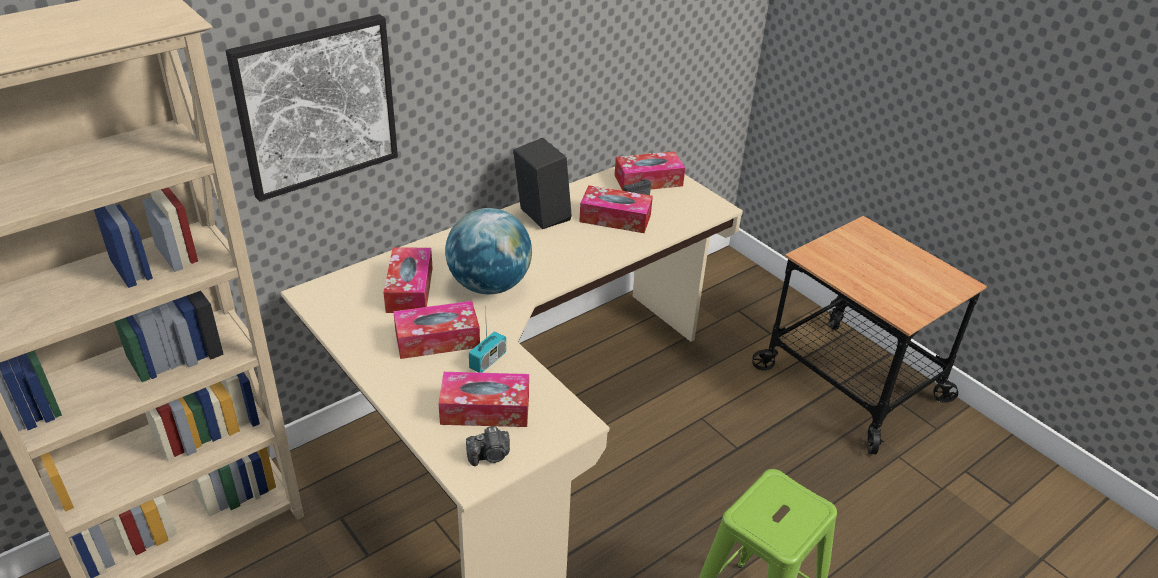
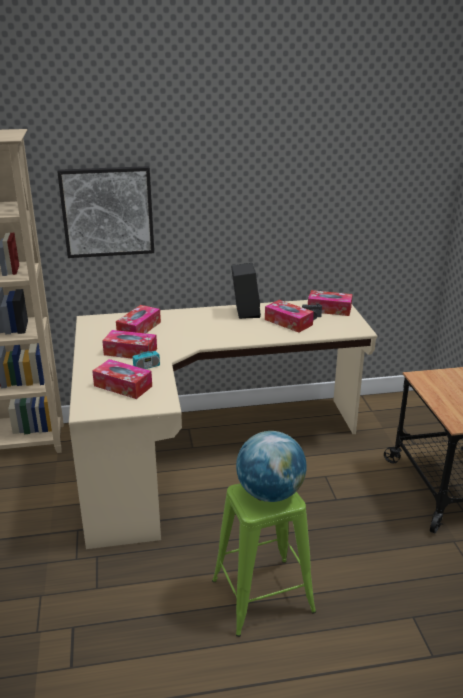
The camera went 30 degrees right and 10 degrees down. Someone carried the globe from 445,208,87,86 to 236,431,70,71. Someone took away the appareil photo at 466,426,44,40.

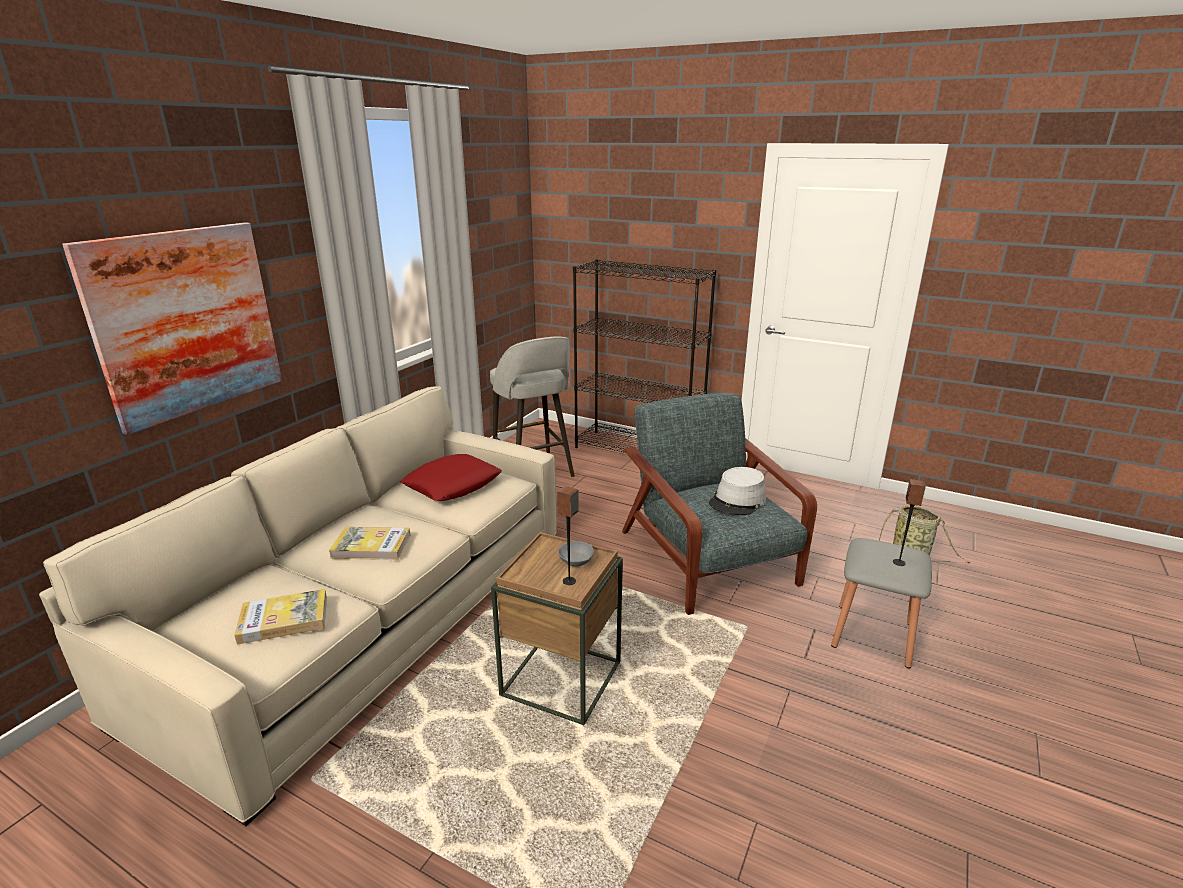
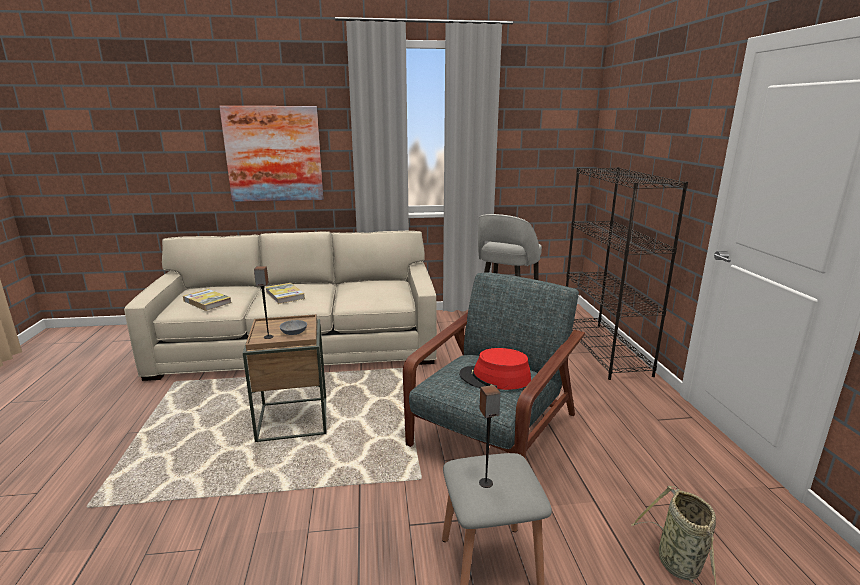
The camera went 55 degrees right and 5 degrees down. Someone took away the coussin (rouge) at 400,454,102,47. Someone repainted the chapeau (gris) at 709,467,57,48, which became the chapeau (rouge) at 459,348,72,42.

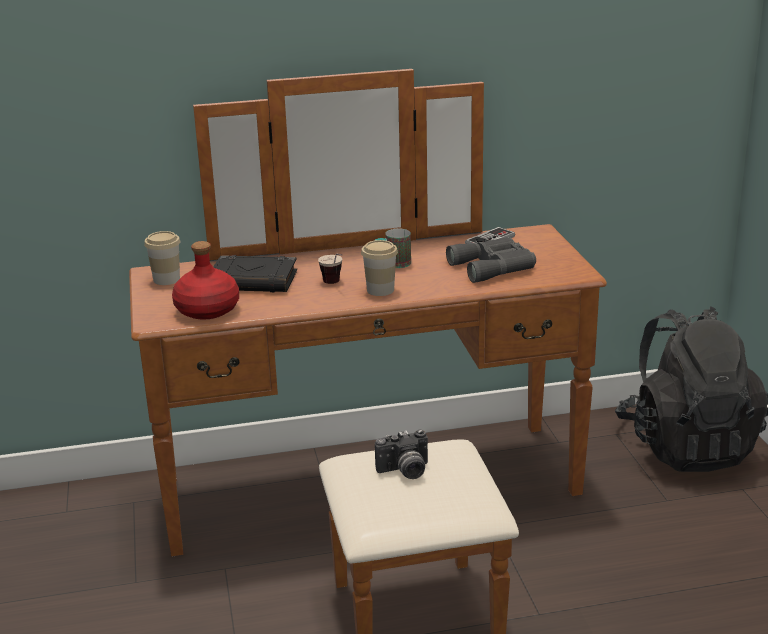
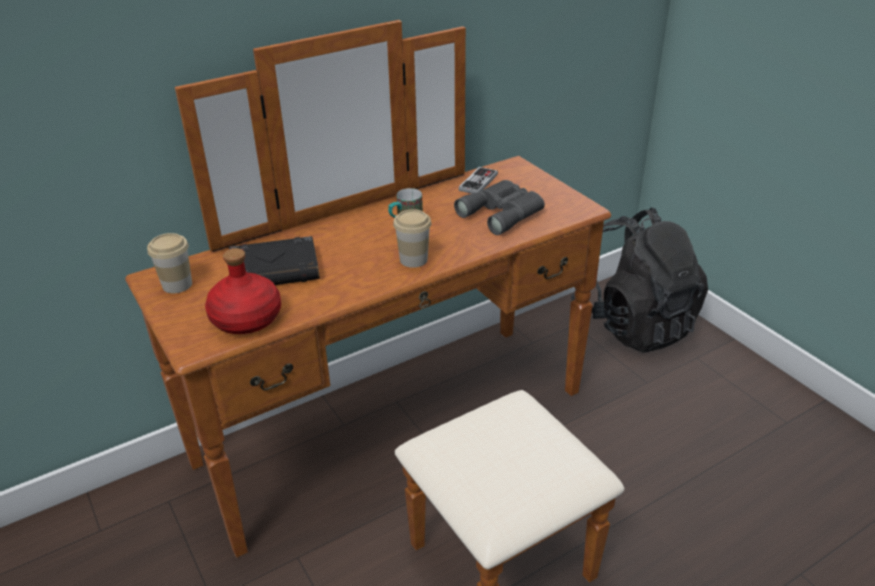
The camera went 20 degrees left and 10 degrees up. Someone took away the tasse at 318,254,24,30. Someone took away the appareil photo at 375,429,53,50.

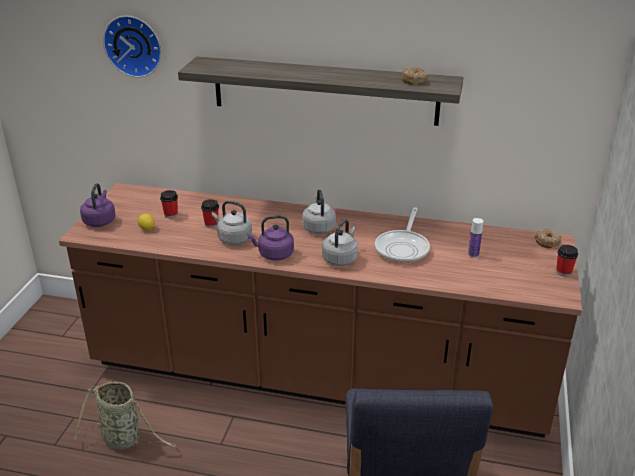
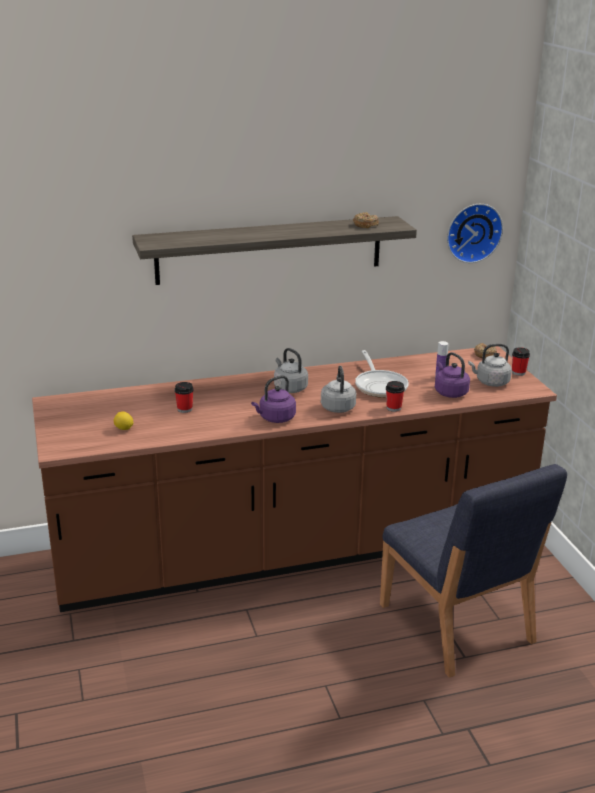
The camera went 30 degrees left and 5 degrees down. Someone carried the horloge murale from 103,16,59,61 to 447,204,56,59. Someone carried the bouilloire (violet) from 80,183,35,44 to 435,352,35,46. Someone carried the tasse from 160,190,18,28 to 386,381,19,31. Someone carried the bouilloire (gris) from 212,201,40,44 to 468,344,44,43. Someone took away the panier at 75,381,101,69.

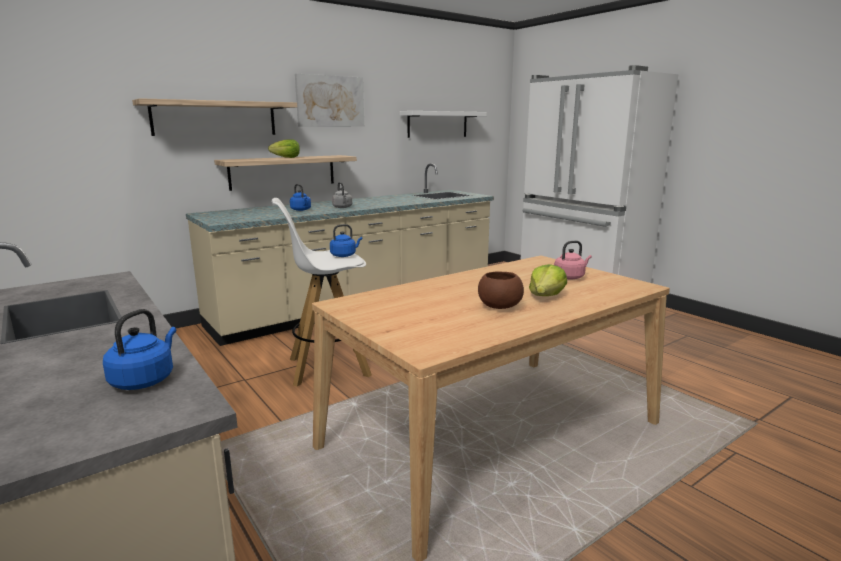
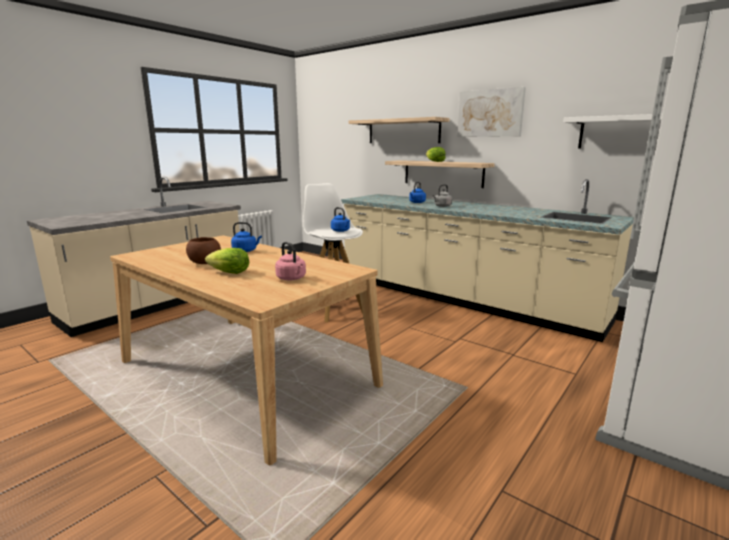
The camera went 75 degrees right and 0 degrees up. Someone carried the bouilloire (bleu) from 103,309,73,81 to 231,222,31,30.

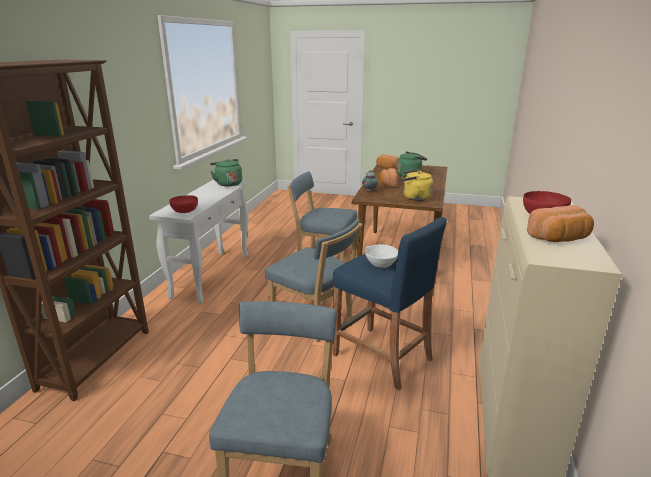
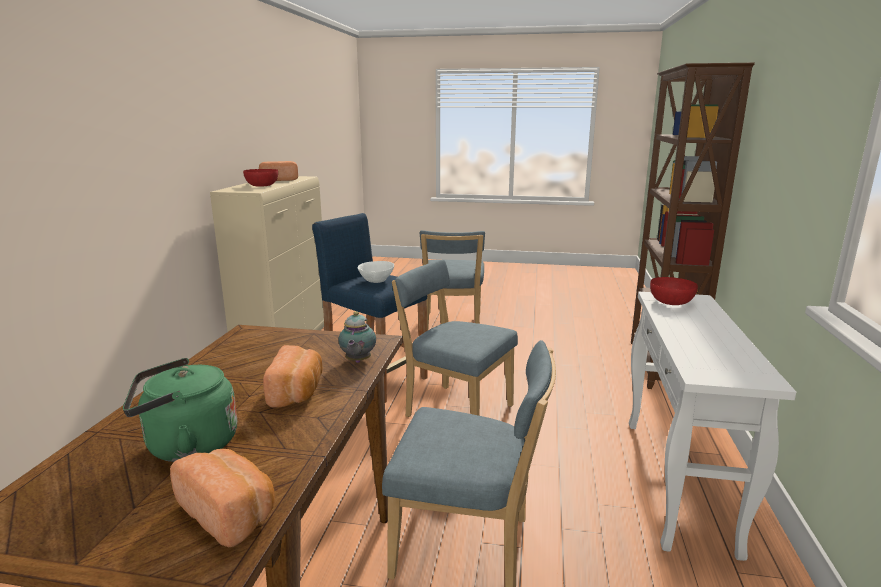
The camera went 175 degrees right and 5 degrees down. Someone took away the bouilloire (vert) at 210,159,32,28. Someone took away the bouilloire (jaune) at 402,169,31,32.

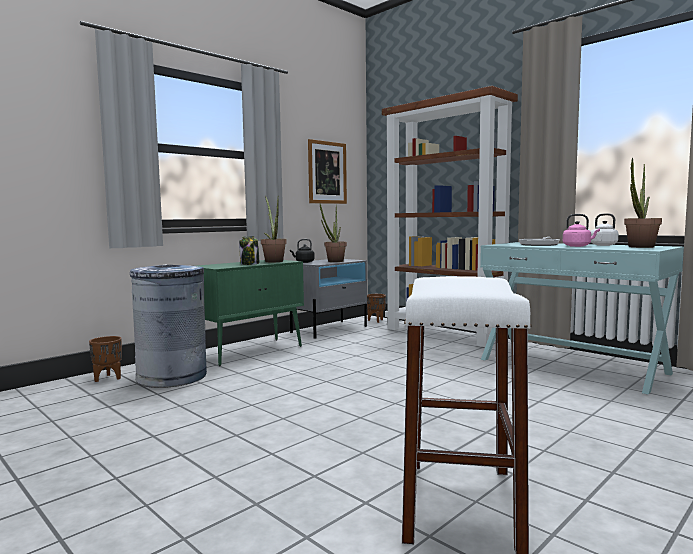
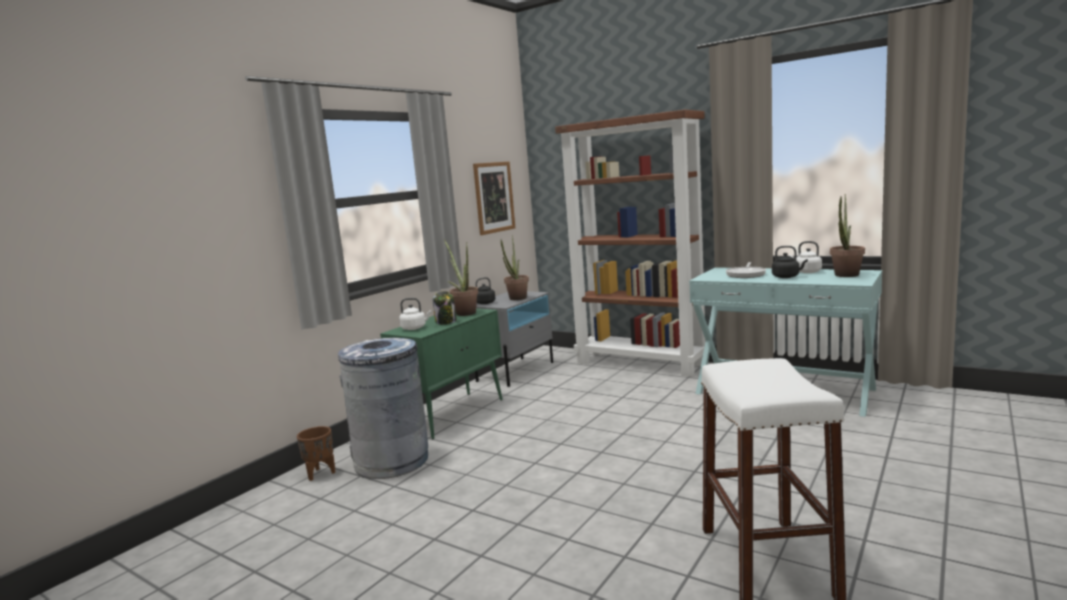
The camera went 10 degrees left and 5 degrees up. Someone repainted the bouilloire (rose) at 563,214,37,33, which became the bouilloire (noir) at 772,246,36,32. Someone took away the cache-pot (marron) at 367,294,19,29. Someone put down the bouilloire (blanc) at 399,298,32,32.

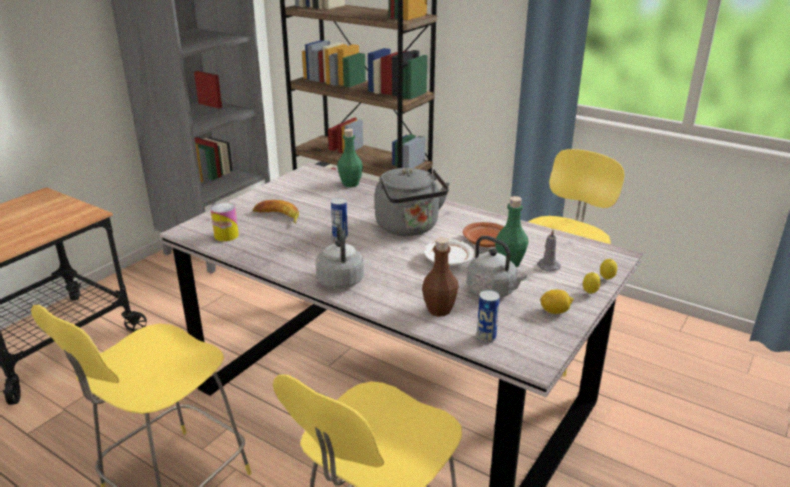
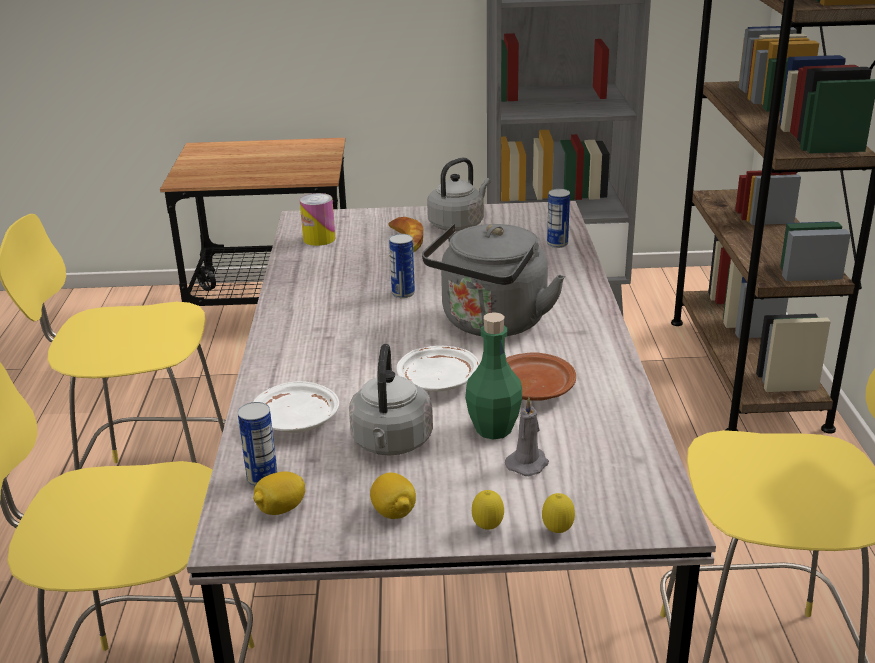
The camera went 55 degrees right and 0 degrees up. Someone swapped the bouteille (vert) at 337,129,26,58 for the boîte métallique at 547,189,23,59. Someone carried the bouilloire (gris) from 315,225,49,64 to 427,157,64,74. Someone swapped the bouteille (marron) at 422,237,37,80 for the assiette (blanc) at 253,381,86,52. Someone put down the citron at 253,471,52,44.

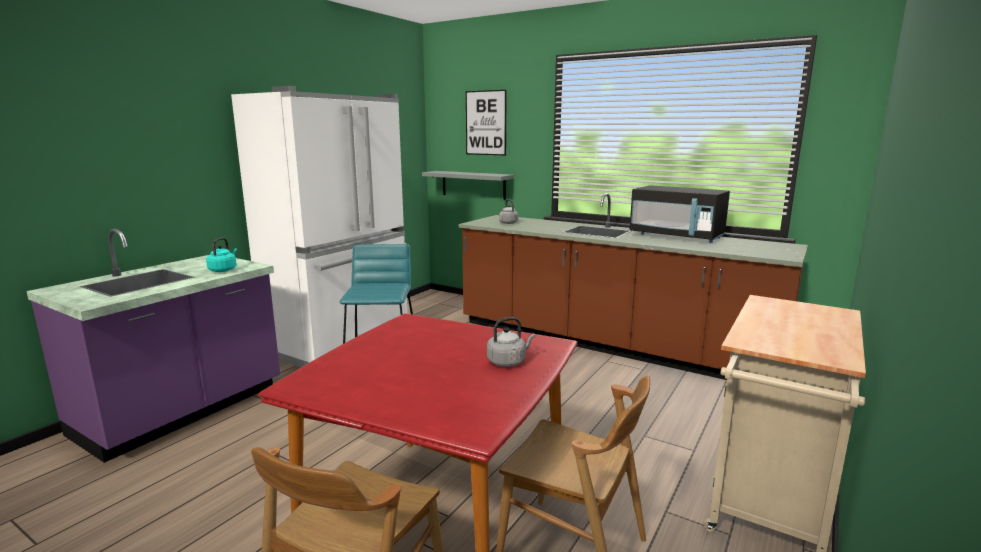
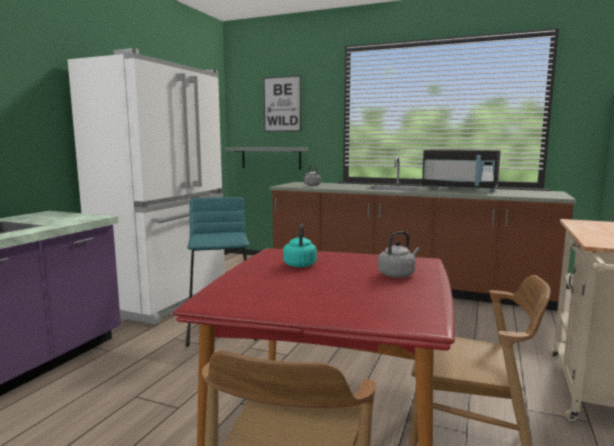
The camera went 10 degrees left and 5 degrees down. Someone carried the bouilloire (turquoise) from 206,238,31,34 to 283,224,34,43.

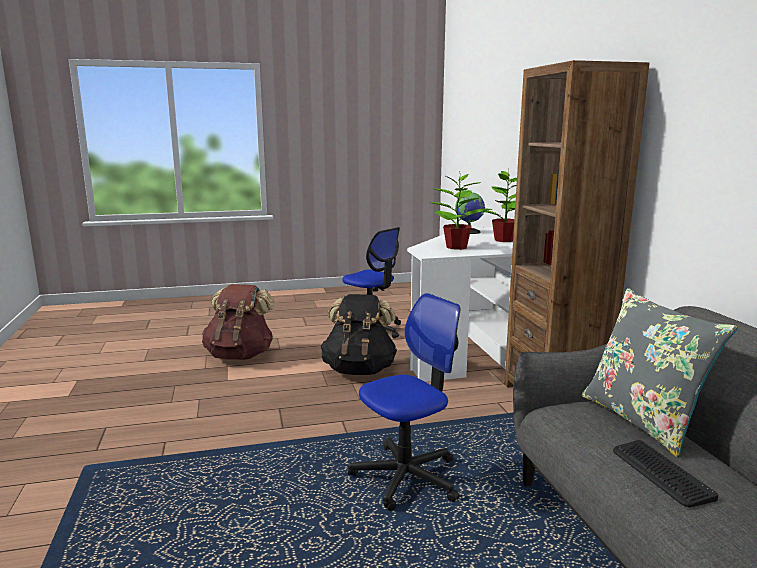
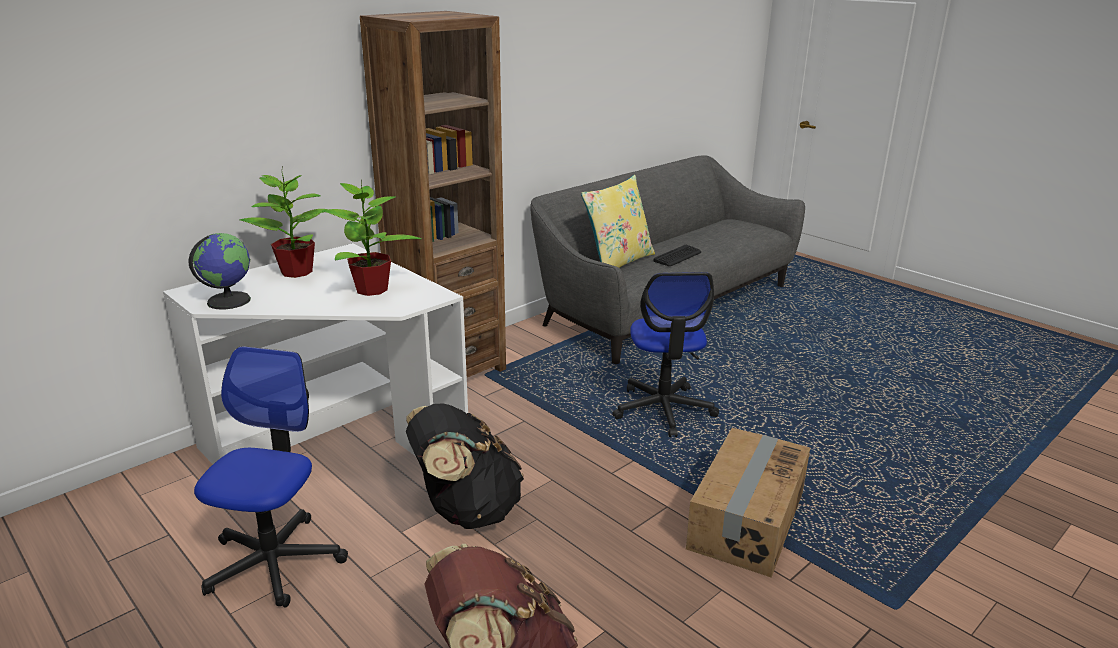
The camera went 120 degrees left and 10 degrees up. Someone repainted the coussin (gris) at 582,288,156,169, which became the coussin (jaune) at 581,175,74,93. Someone rotated the chaise de bureau at 348,293,112,218 by 120 degrees counterclockwise. Someone put down the carton at 686,428,124,150.

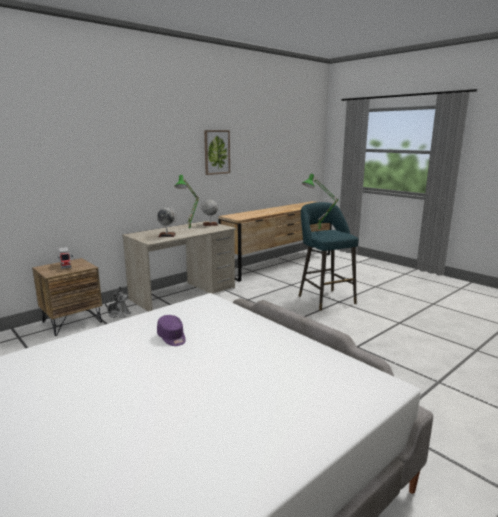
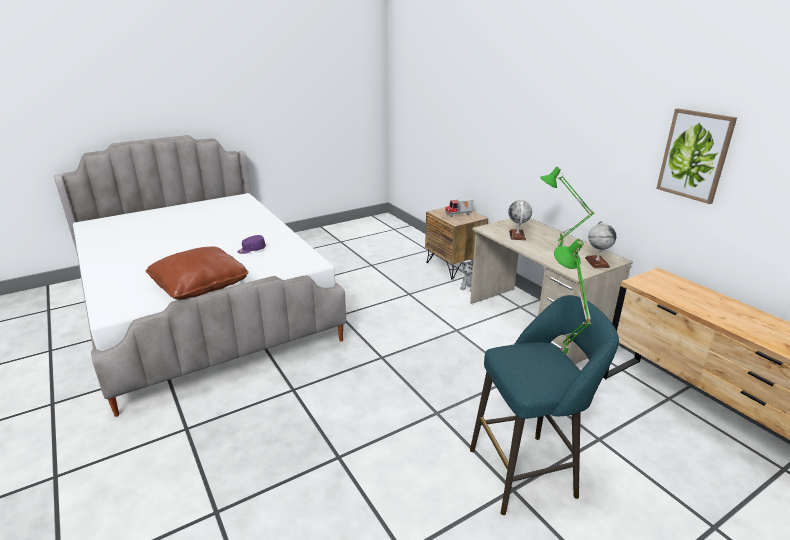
The camera went 100 degrees right and 10 degrees up. Someone put down the coussin (marron) at 146,247,103,53.

